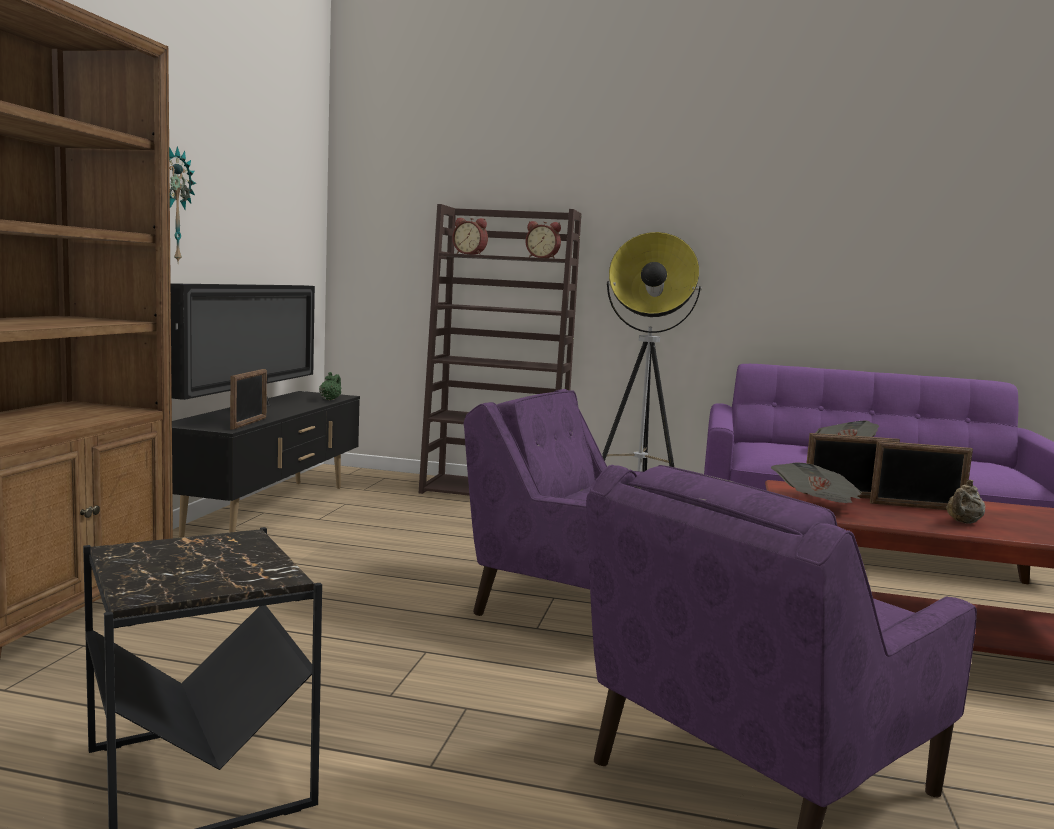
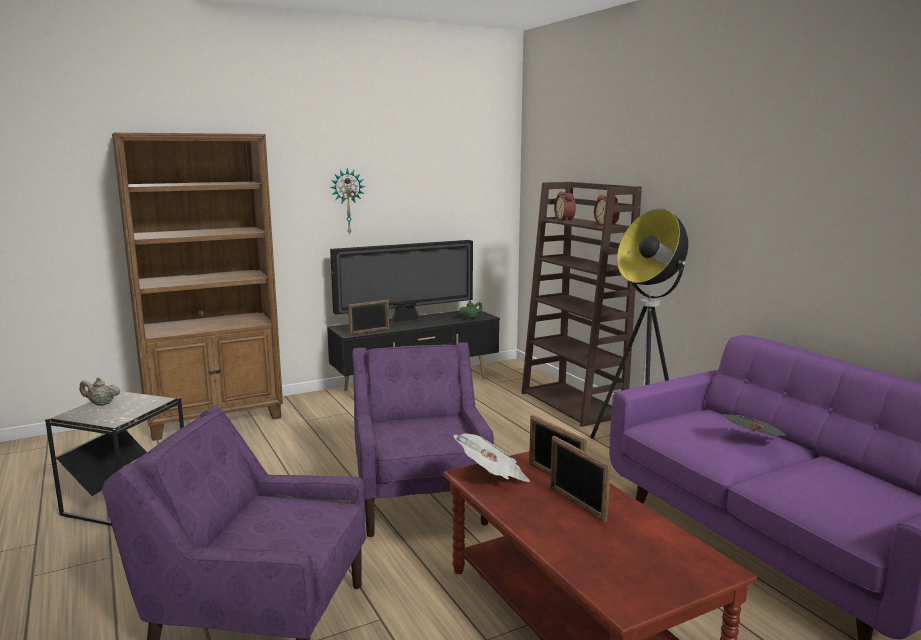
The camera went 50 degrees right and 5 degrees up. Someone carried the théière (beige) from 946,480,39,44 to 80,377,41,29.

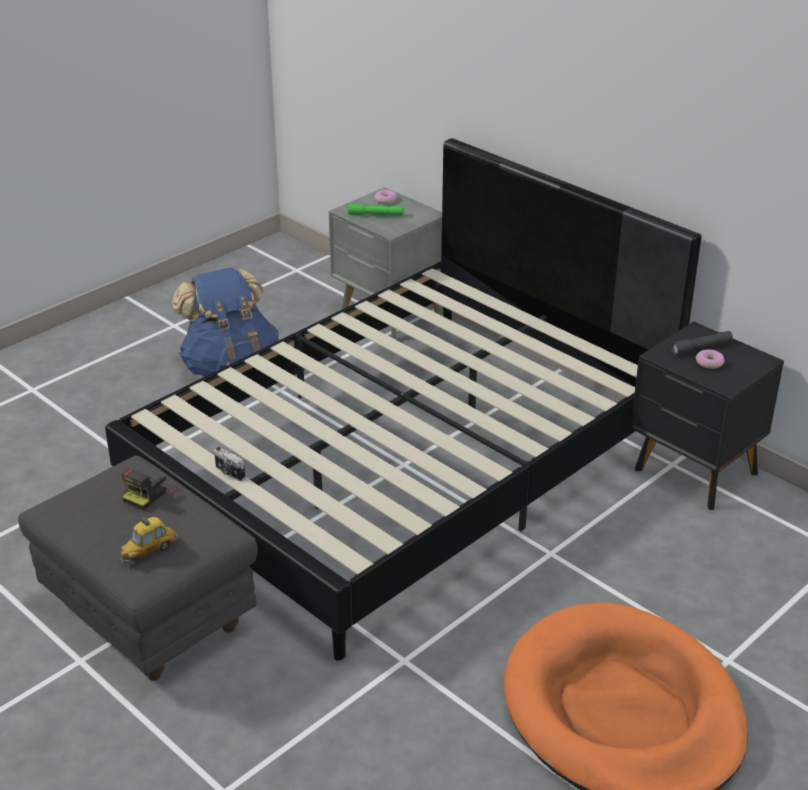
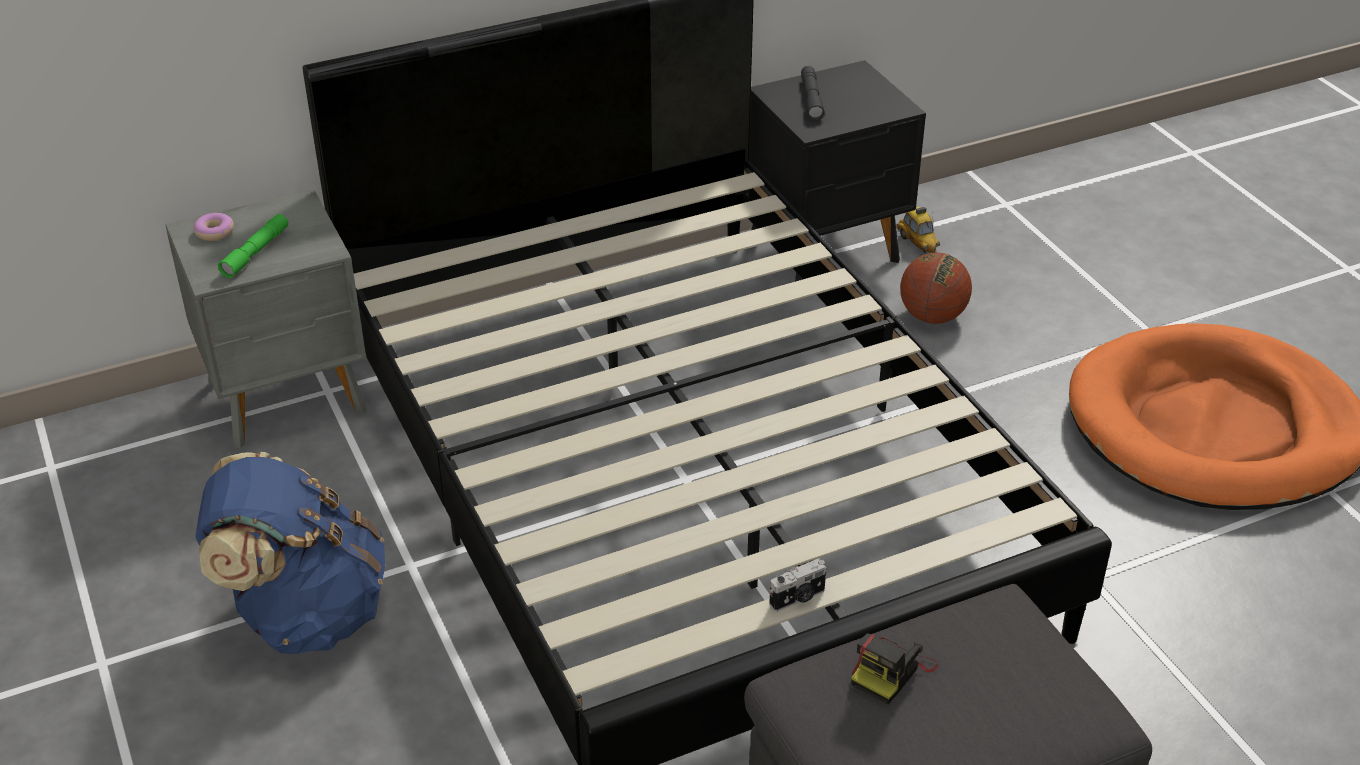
The camera went 70 degrees left and 5 degrees up. Someone took away the beignet at 696,349,29,20. Someone rotated the appareil photo at 121,468,58,42 by 75 degrees clockwise. Someone carried the petite voiture from 120,517,59,45 to 896,207,44,47. Someone put down the ballon de basket at 900,252,72,72.

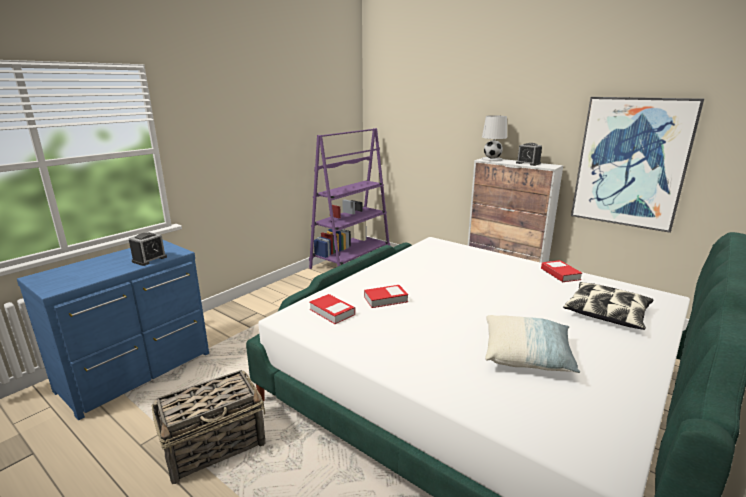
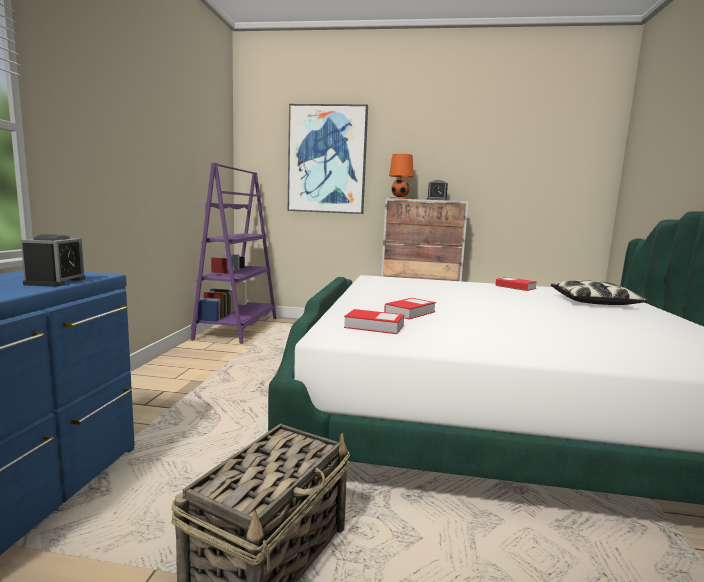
The camera went 30 degrees left and 10 degrees down. Someone carried the tableau from 571,97,133,136 to 288,104,80,110. Someone repainted the lampe de table (blanc) at 482,115,25,47, which became the lampe de table (orange) at 389,154,25,45. Someone took away the coussin at 485,315,95,58.

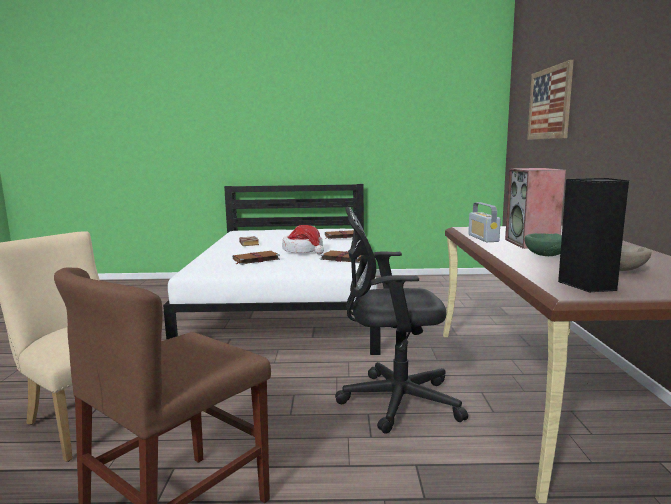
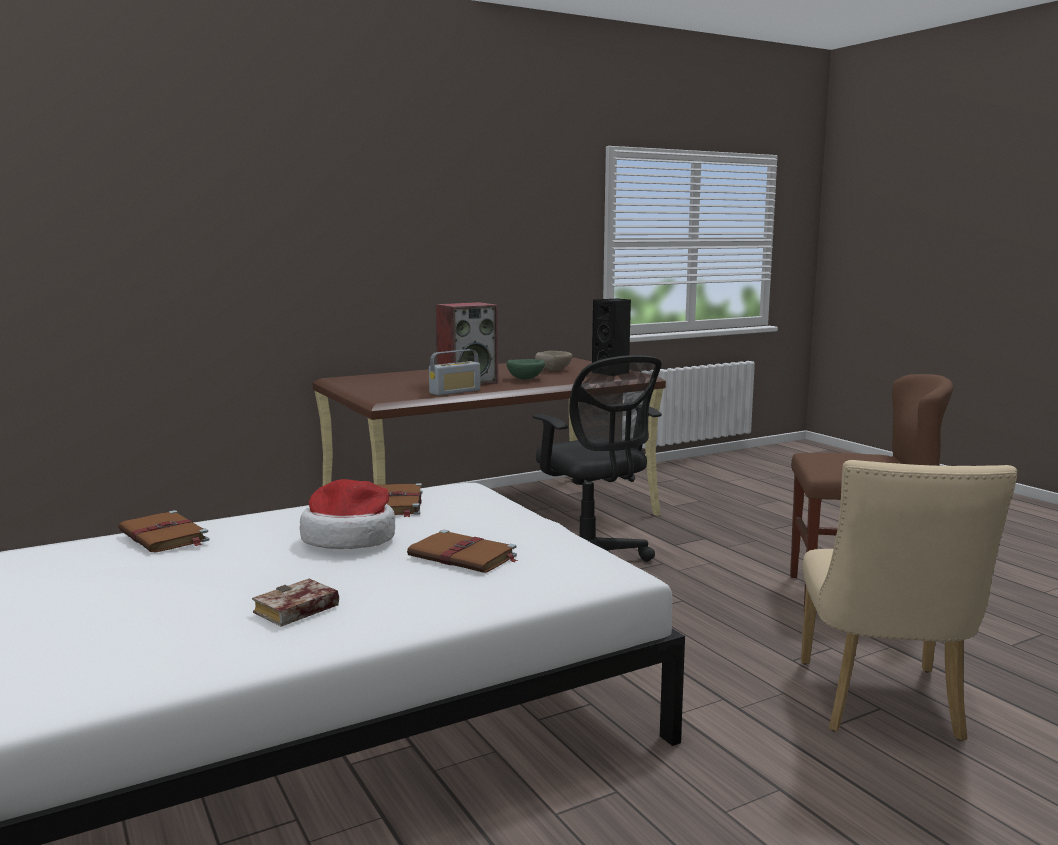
The camera went 120 degrees left and 0 degrees up. Someone took away the tableau at 527,60,47,80.

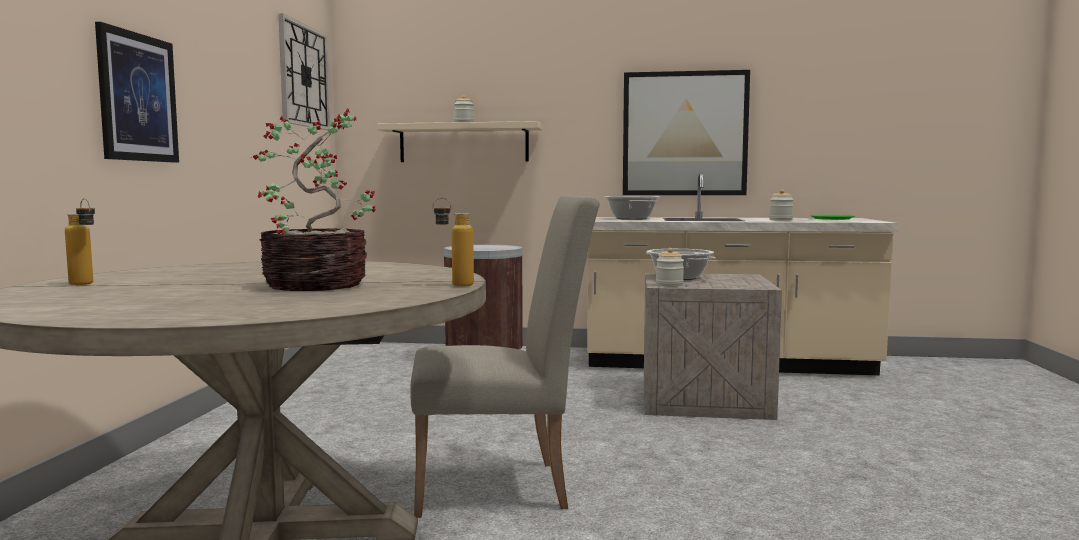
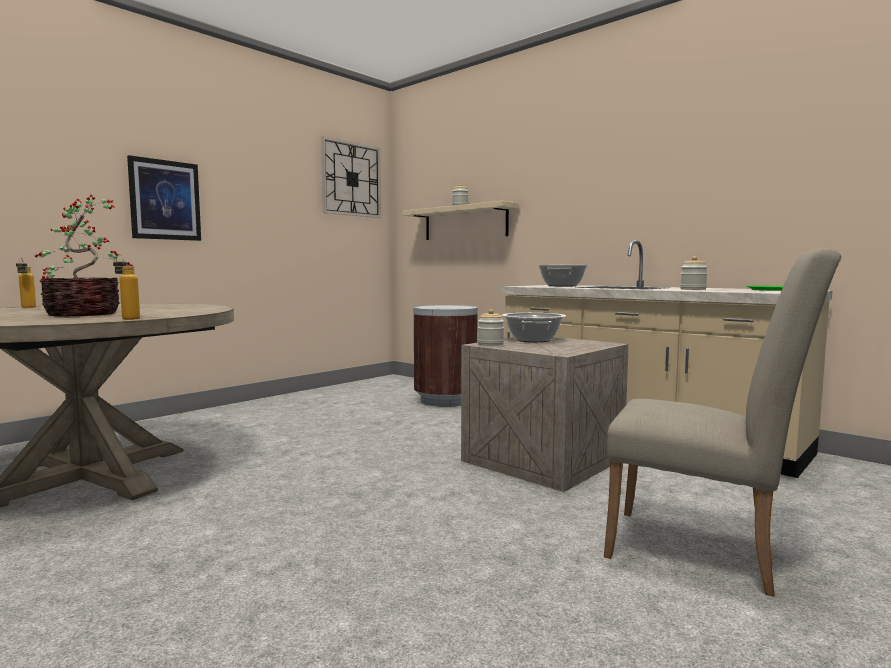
The camera went 35 degrees right and 0 degrees up. Someone took away the tableau at 623,70,127,125. Someone carried the chaise (beige) from 410,195,190,323 to 604,248,238,349.

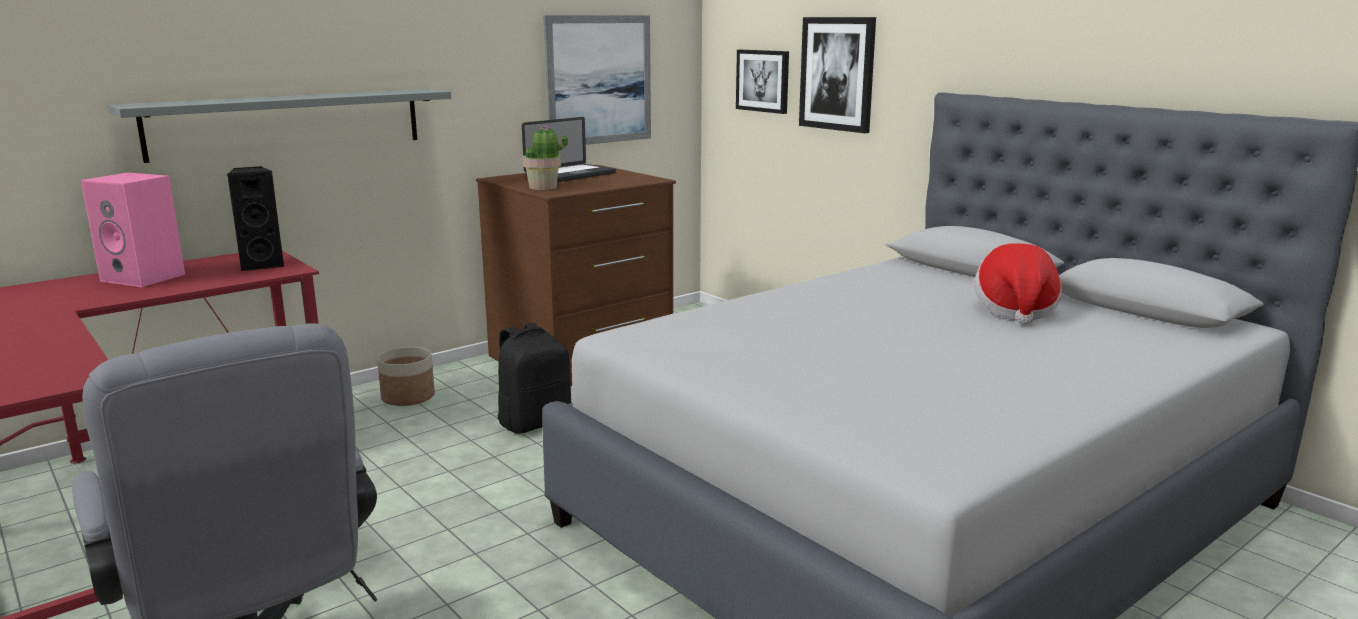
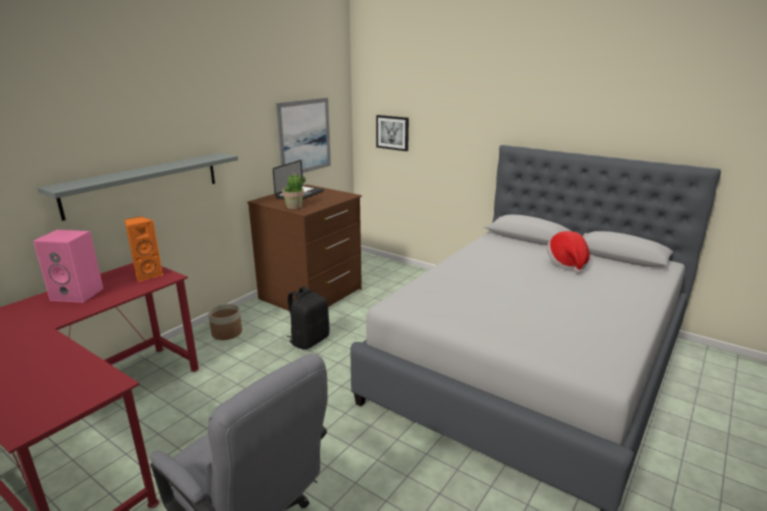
The camera went 15 degrees left and 5 degrees up. Someone took away the tableau at 799,17,77,116. Someone repainted the enceinte (noir) at 227,166,58,105, which became the enceinte (orange) at 125,216,39,66.

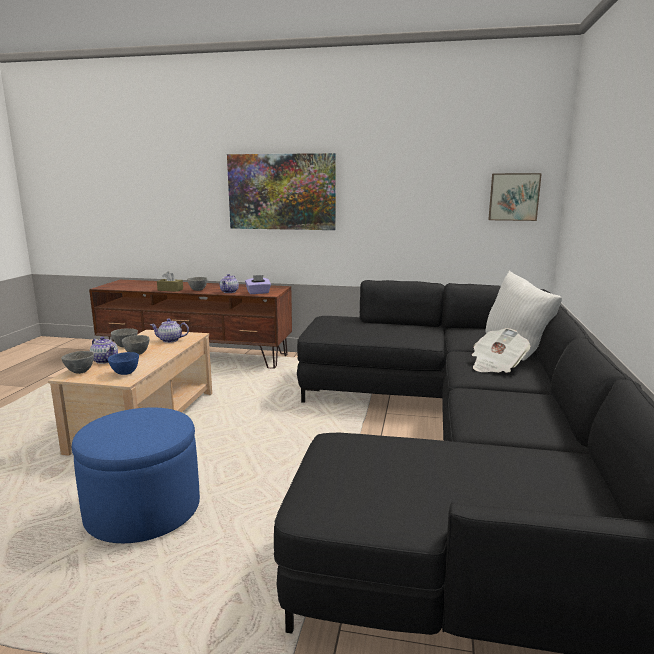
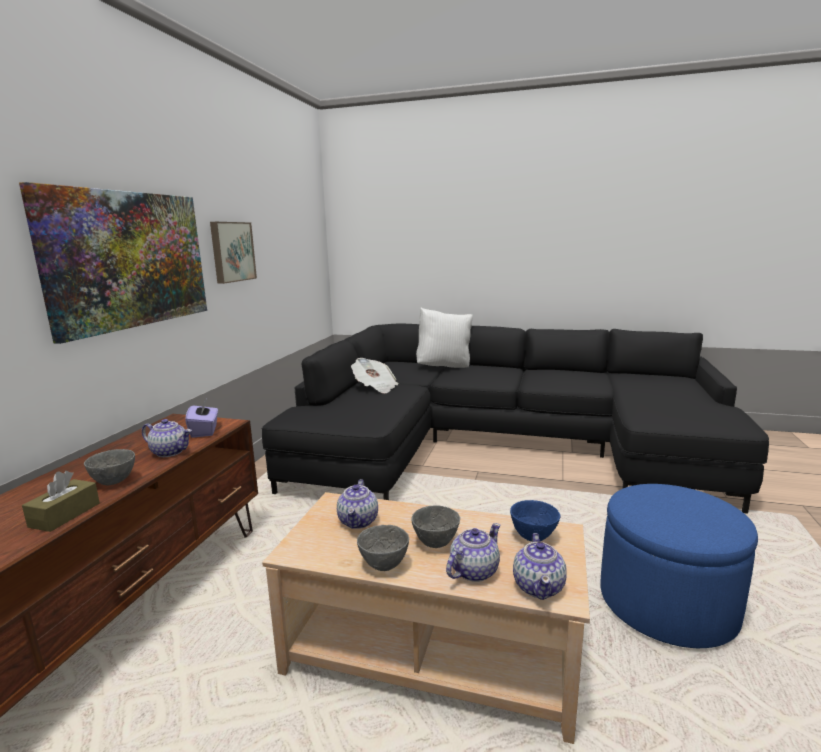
The camera went 85 degrees left and 0 degrees up. Someone carried the tableau from 488,173,54,48 to 210,222,47,62. Someone carried the journal from 472,328,58,45 to 351,358,48,36. Someone swapped the bol (gris) at 61,351,33,23 for the théière at 513,533,54,67.

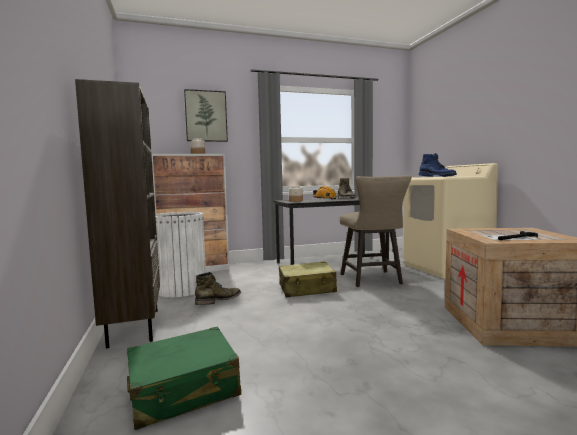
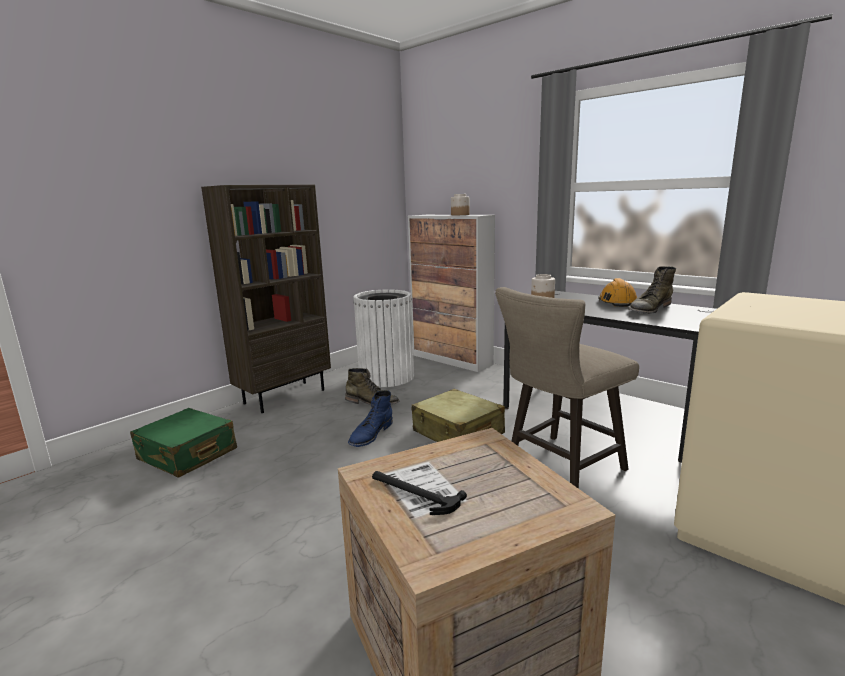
The camera went 60 degrees right and 10 degrees up. Someone took away the tableau at 184,89,44,53. Someone carried the botte (bleu) from 419,153,38,24 to 348,390,45,57.

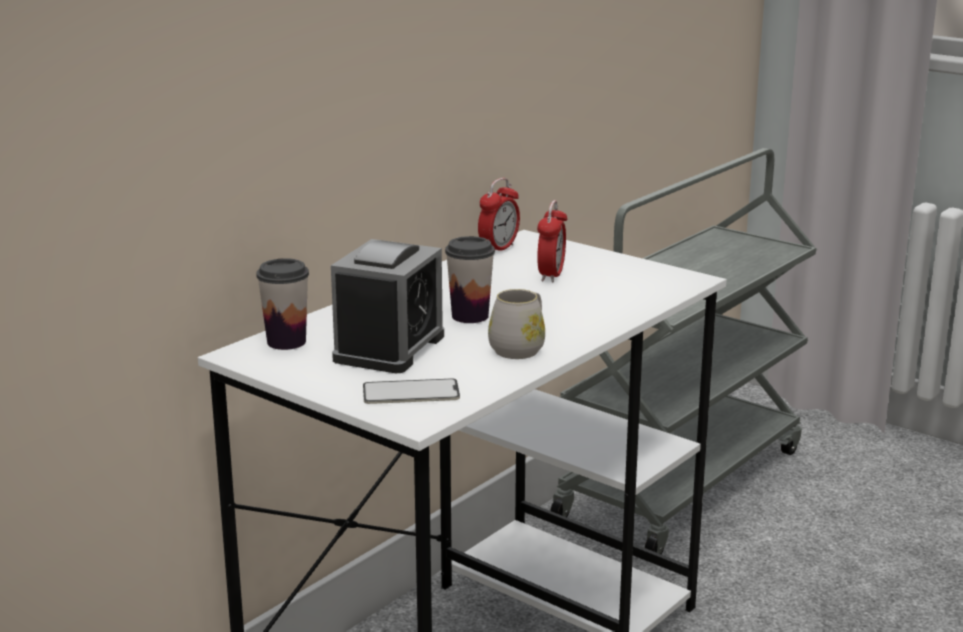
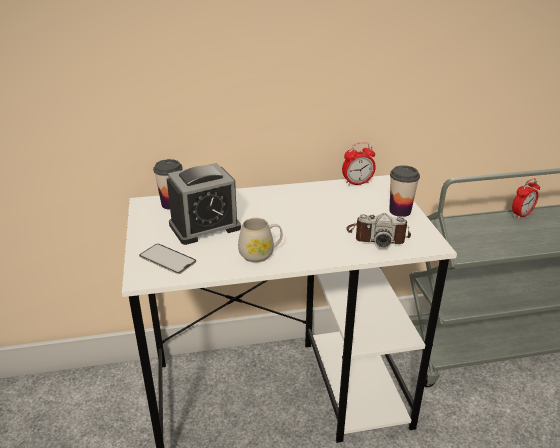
The camera went 40 degrees right and 10 degrees up. Someone carried the réveil from 537,200,31,82 to 512,178,28,41. Someone carried the tasse from 445,236,50,87 to 389,165,31,52. Someone put down the appareil photo at 346,213,65,34.

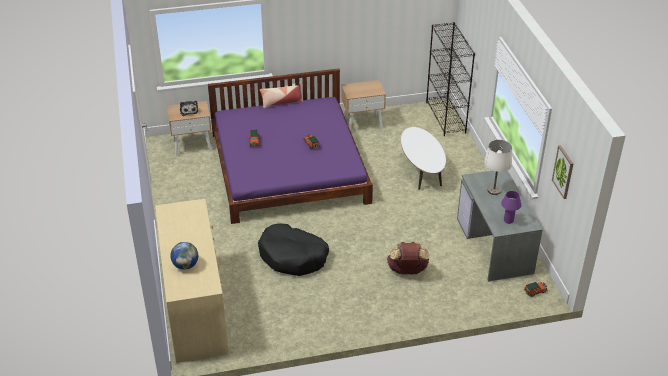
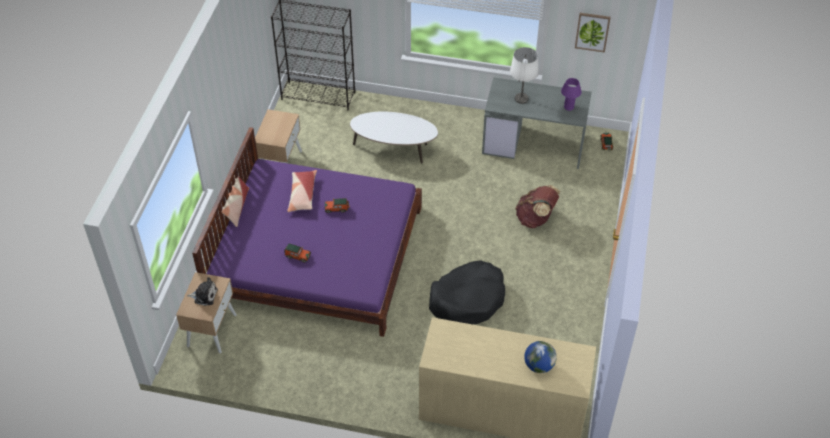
The camera went 65 degrees left and 10 degrees up. Someone put down the coussin at 287,170,30,42.

